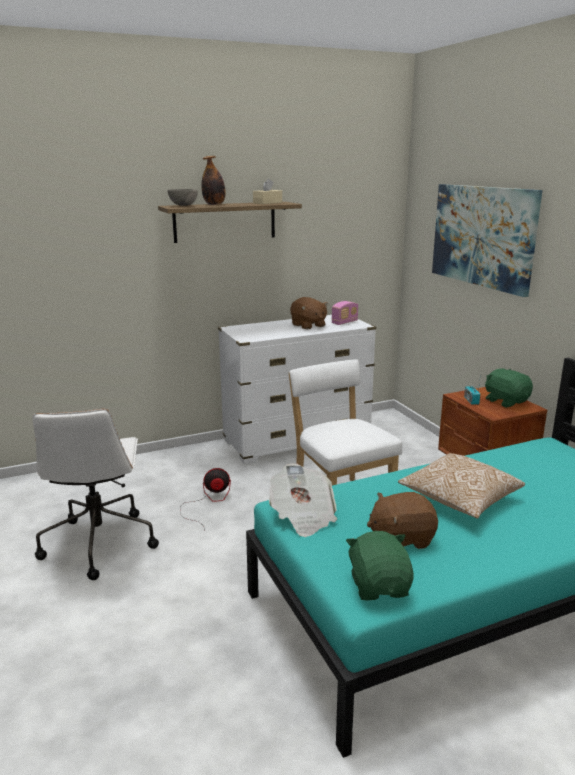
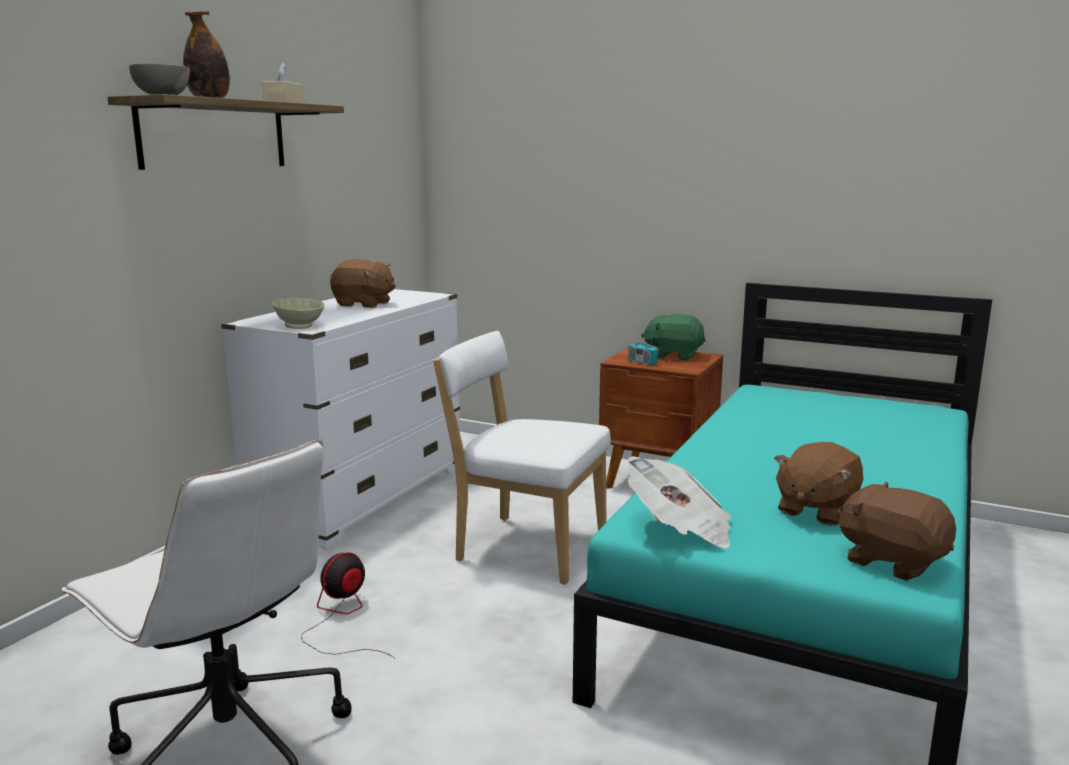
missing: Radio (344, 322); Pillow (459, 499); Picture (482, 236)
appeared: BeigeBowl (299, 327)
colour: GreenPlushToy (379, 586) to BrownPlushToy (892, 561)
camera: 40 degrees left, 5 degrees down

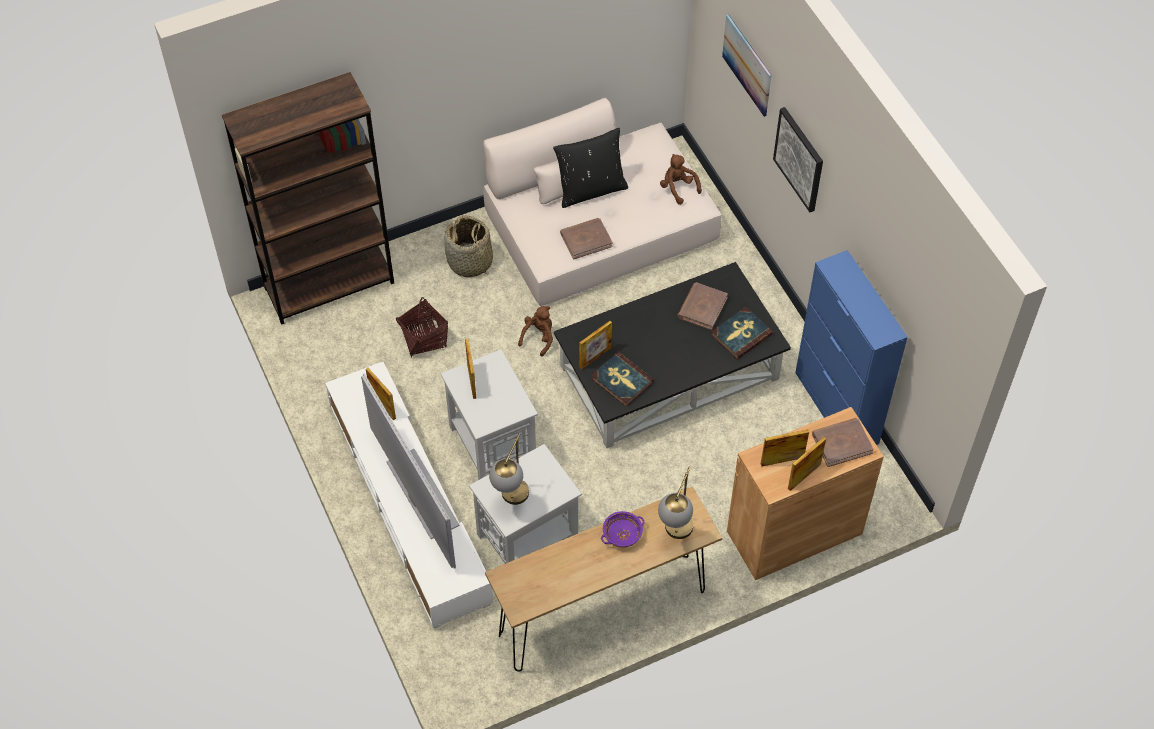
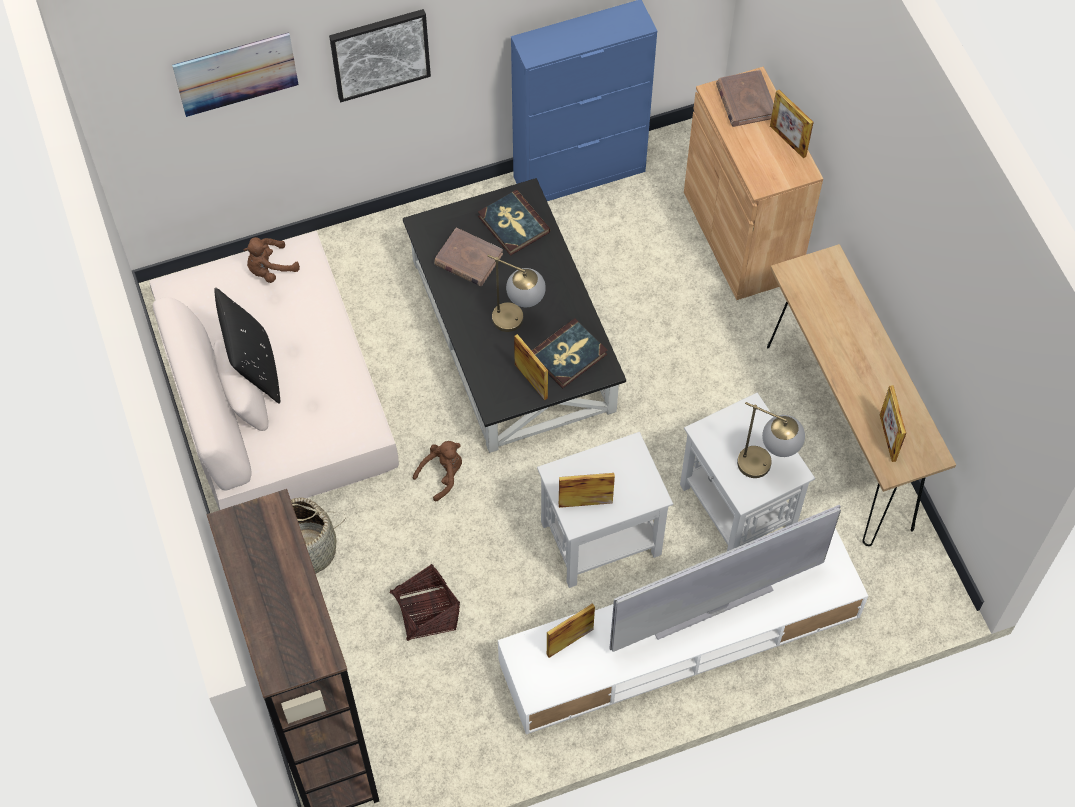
missing: BrownBook (586, 240); PurpleBowl (622, 534)
relocated: TableLamp (675, 535) to (518, 322); PictureFrame (782, 460) to (887, 438)
spun: BrownPlushToy (539, 337) = (442, 474) 105 degrees clockwise
camera: 85 degrees left, 5 degrees up

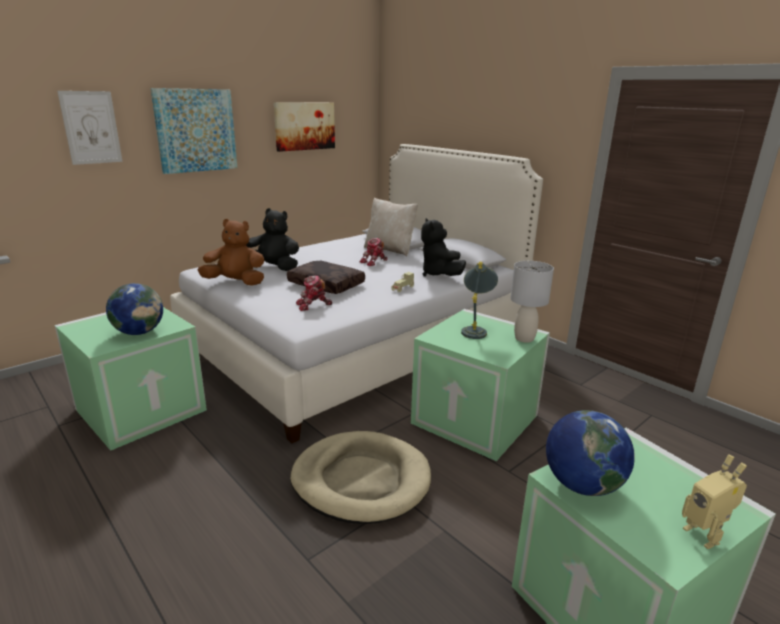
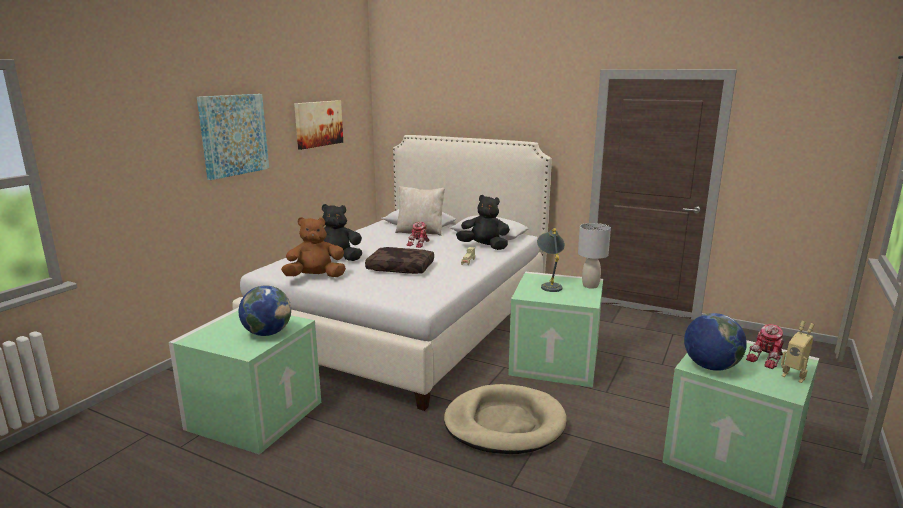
missing: Picture (91, 127)
relocated: ToyRobot (313, 305) to (767, 359)
spun: BlackPlushToy (439, 274) = (484, 247) 150 degrees clockwise
camera: 20 degrees left, 5 degrees down

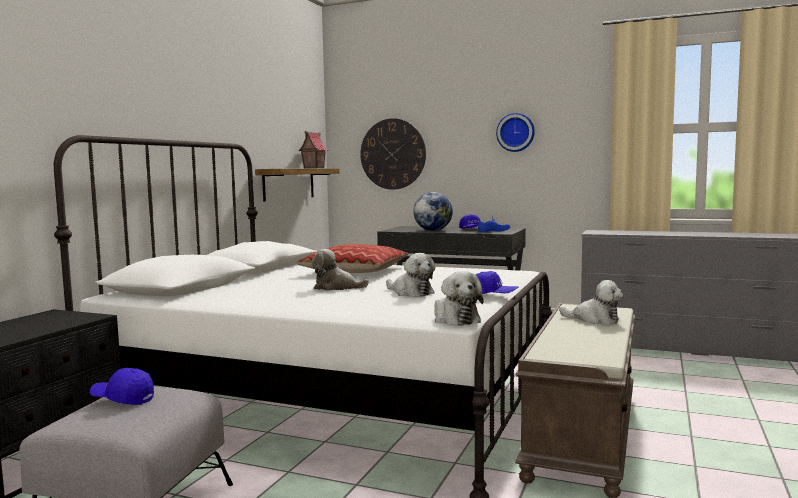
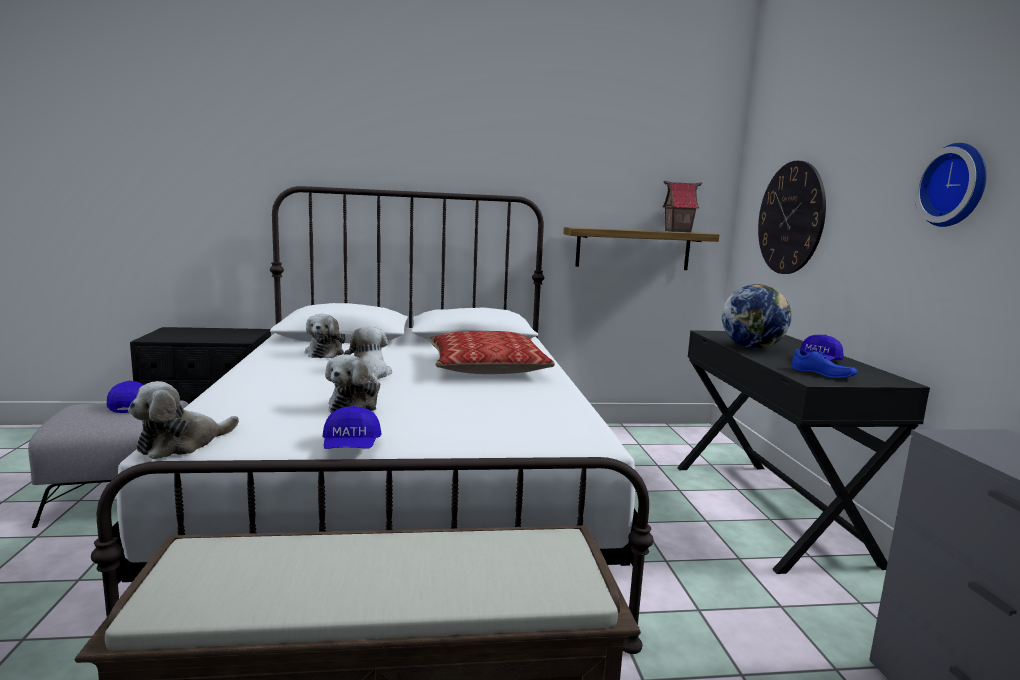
relocated: PlushToy (594, 319) to (325, 353)
camera: 60 degrees right, 5 degrees up

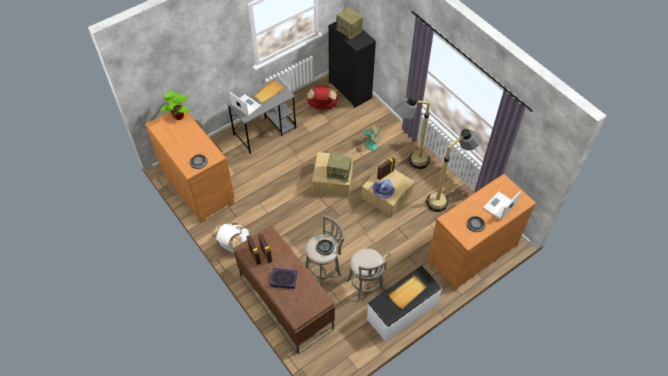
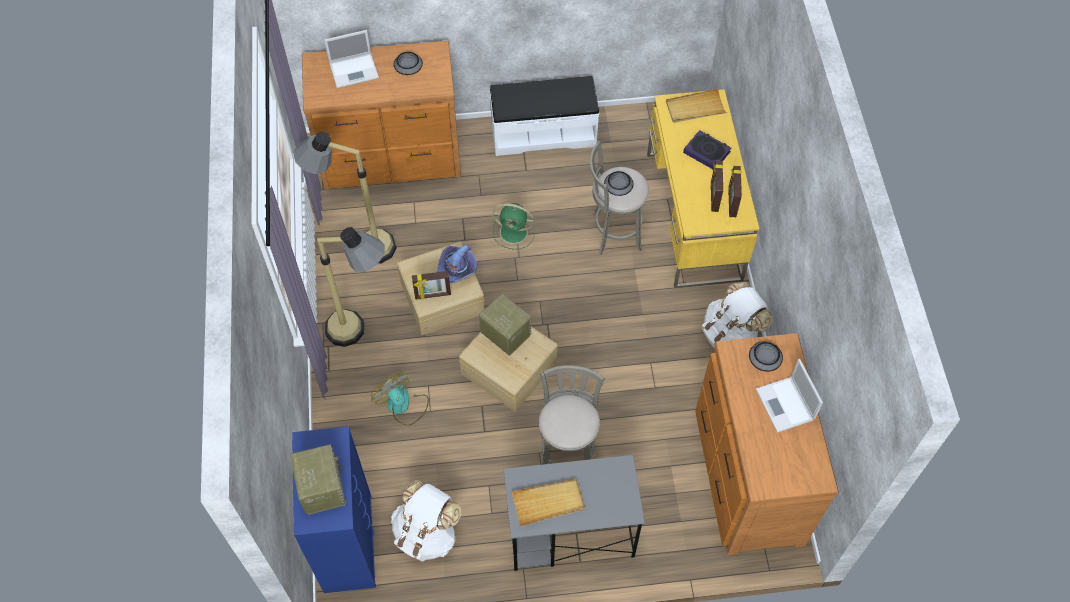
missing: PottedPlant (179, 116)
appeared: GreenFan (515, 232)
relocated: Laptop (245, 105) to (785, 405); GreyStool (366, 287) to (567, 452); BeigeTray (408, 292) to (695, 108)
colour: BrownDesk (286, 302) to YellowDesk (693, 216); RedBackpack (322, 106) to WhiteBackpack (427, 533); BlackDresser (350, 90) to BlueDresser (348, 542)
camera: 150 degrees left, 5 degrees up

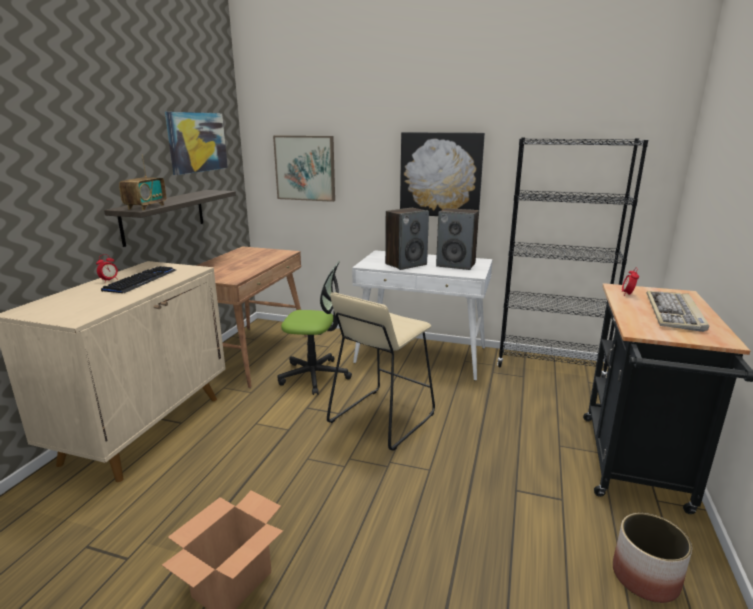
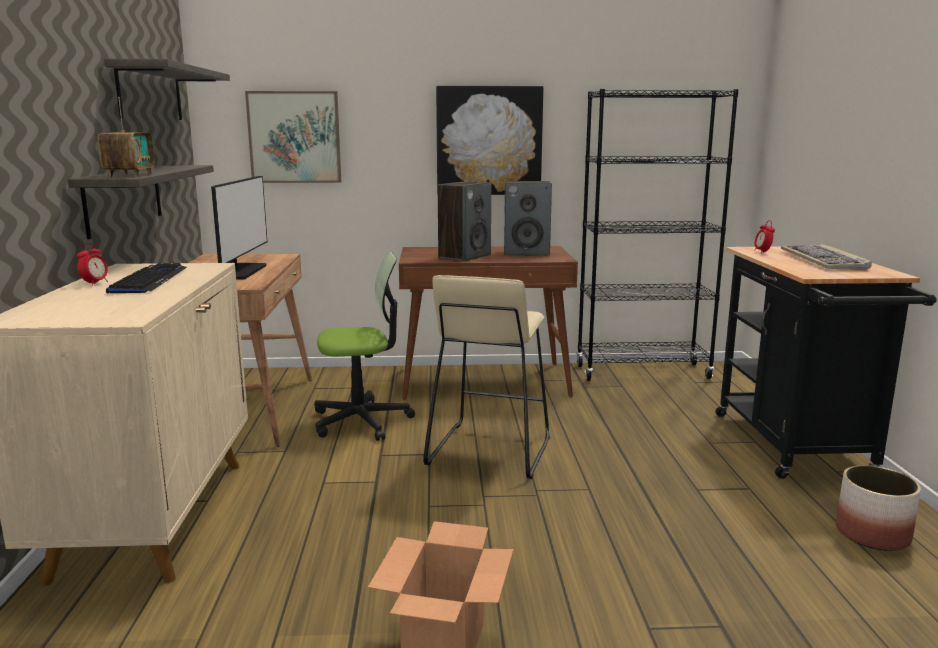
appeared: Monitor (239, 272)
exchanged: Picture (197, 142) to Shelf (150, 93)
colour: WhiteDesk (421, 355) to BrownDesk (485, 381)
camera: 20 degrees left, 5 degrees down

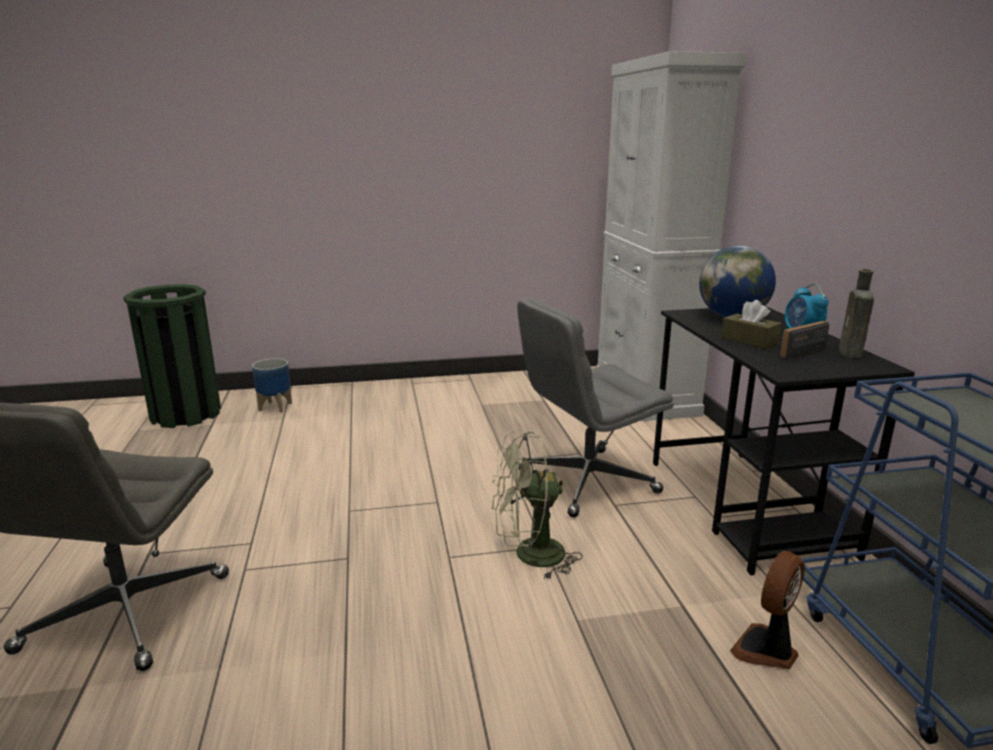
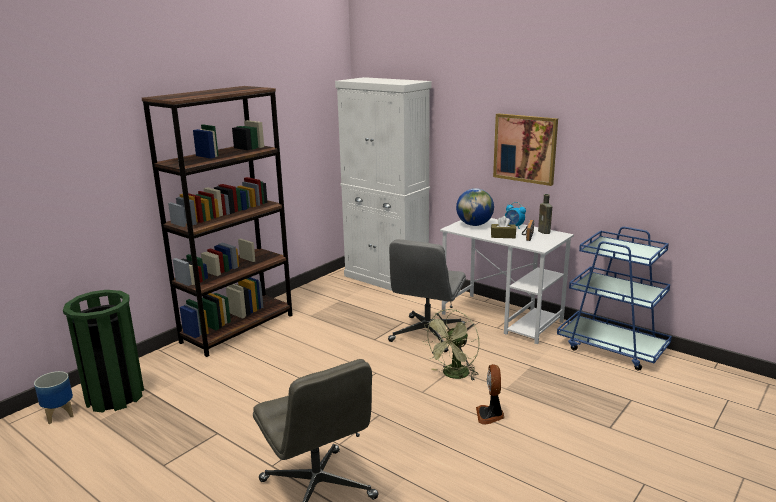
appeared: BrownBookcase (238, 328); Picture (525, 148)
relocated: Planter (275, 406) to (59, 414); Fan (766, 650) to (490, 415)
colour: BlackDesk (746, 507) to WhiteDesk (502, 318)
camera: 40 degrees left, 0 degrees up

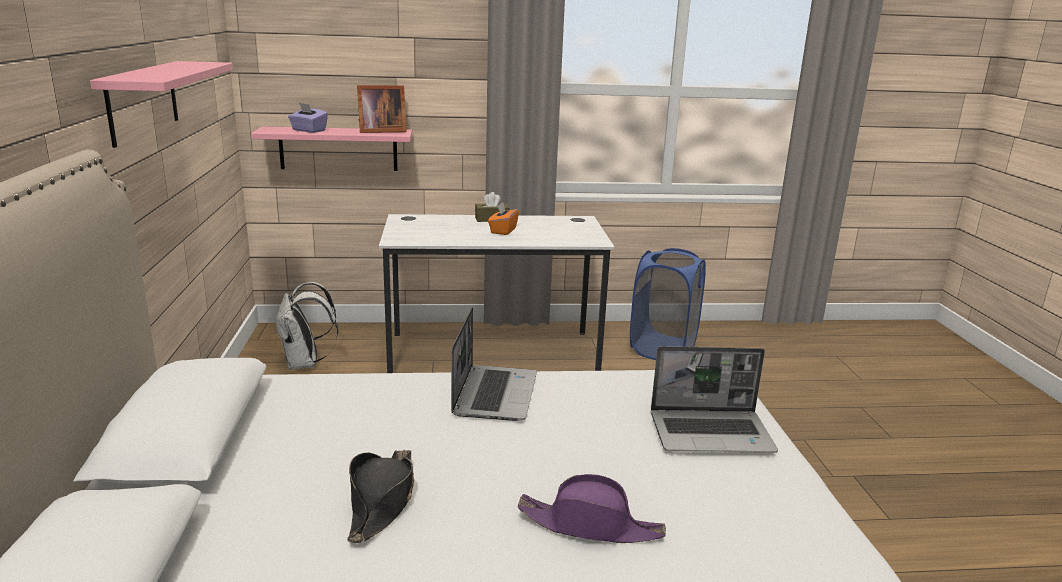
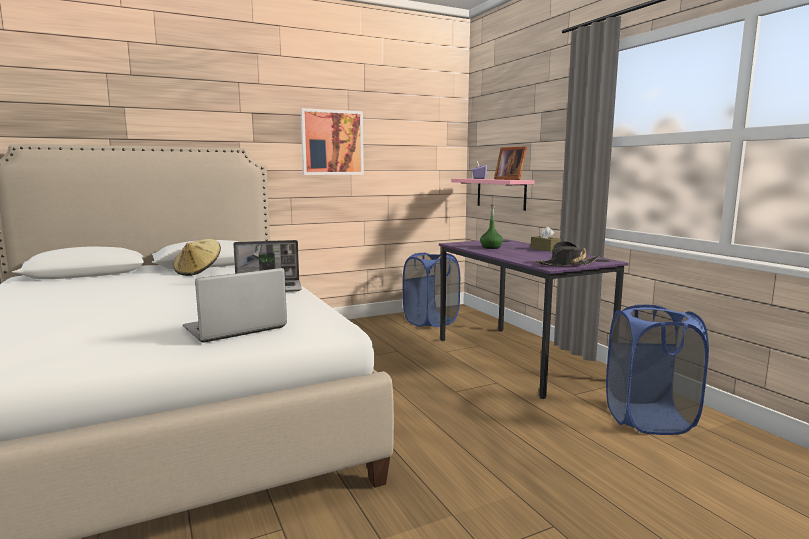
missing: OrangeTissueBox (503, 231); PurpleHat (591, 525)
appeared: BeigeHat (198, 272); GreenBottle (491, 247)
relocated: BlackHat (382, 502) to (567, 264)
exchanged: PinkShelf (143, 101) to Picture (332, 142); WhiteBackpack (305, 363) to BlueLaundryBasket (431, 321)
colour: WhiteDesk (493, 353) to PurpleDesk (518, 358)
spun: Laptop (712, 433) = (234, 328) 75 degrees clockwise
camera: 70 degrees right, 10 degrees down

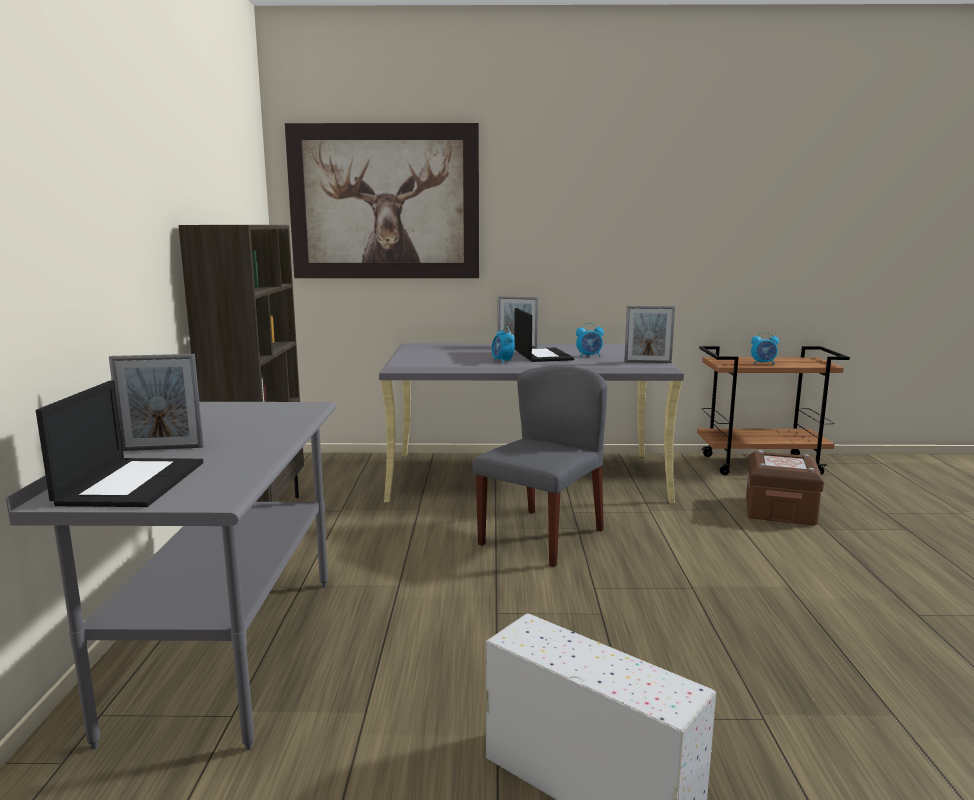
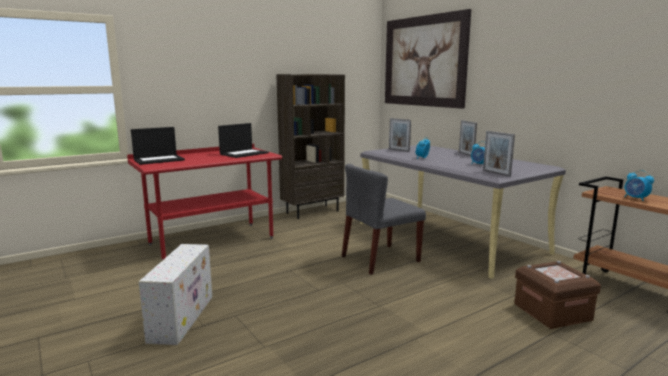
relocated: PictureFrame (162, 448) to (399, 150); Laptop (542, 355) to (244, 153)
colour: GreyDesk (228, 652) to RedDesk (212, 241)
spun: GreyChair (542, 536) = (380, 259) 150 degrees clockwise
camera: 55 degrees right, 0 degrees up

